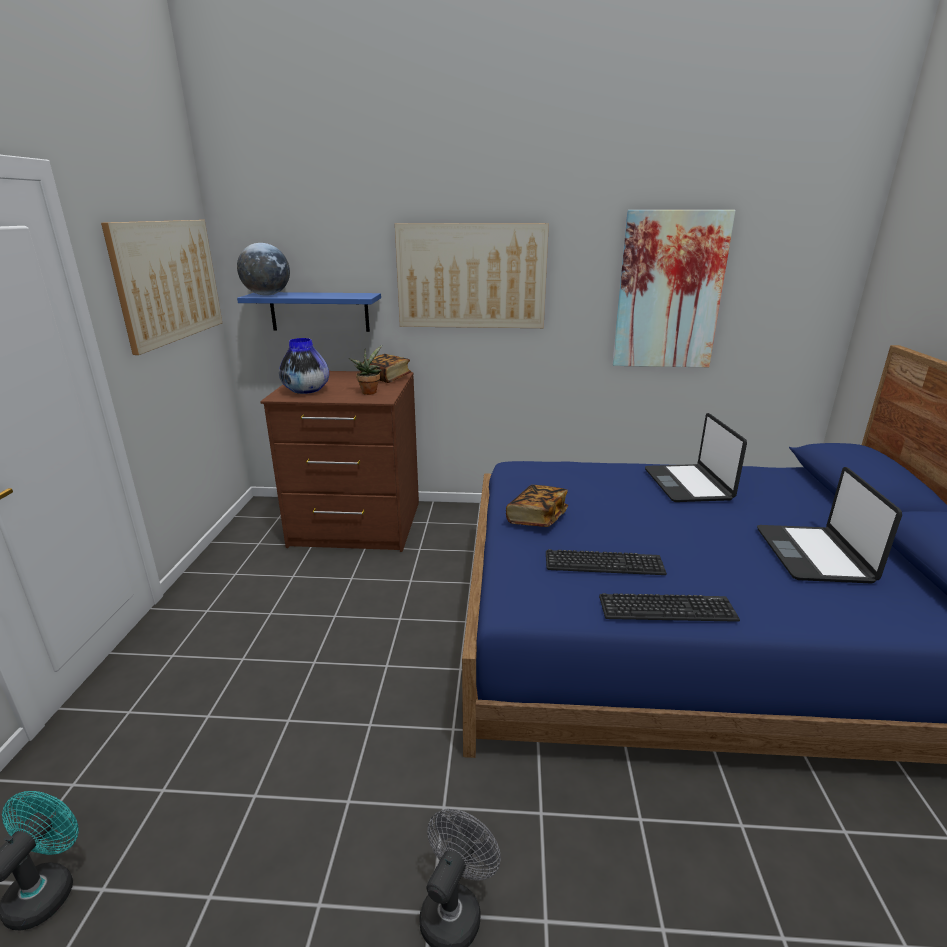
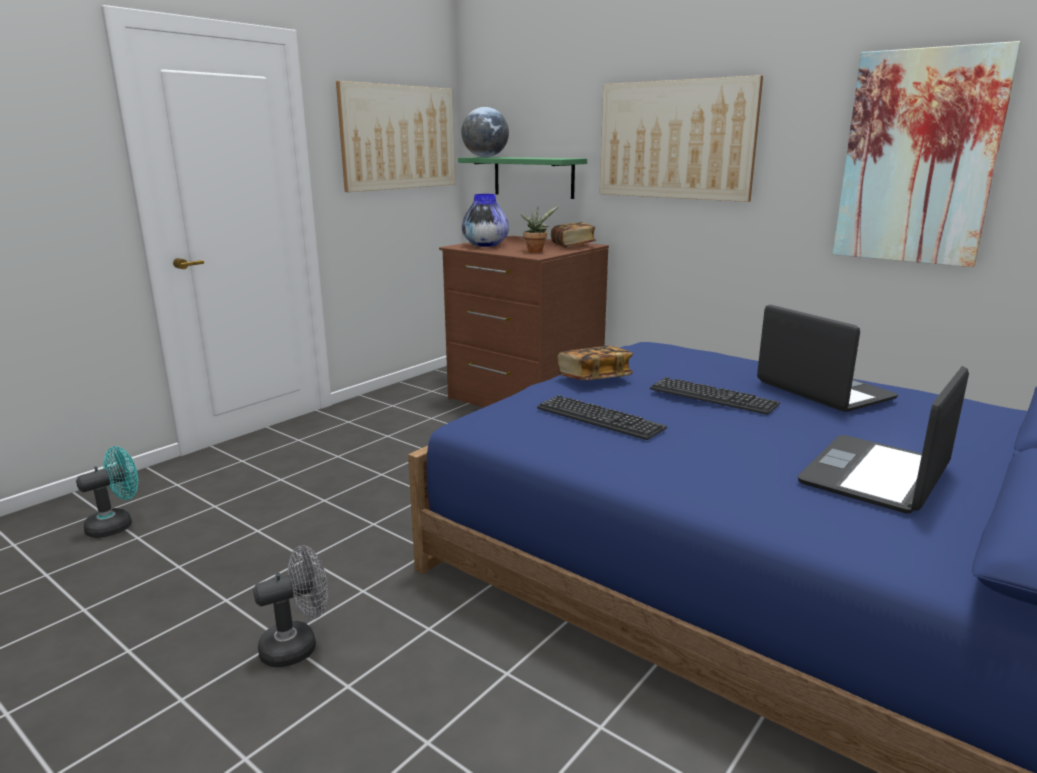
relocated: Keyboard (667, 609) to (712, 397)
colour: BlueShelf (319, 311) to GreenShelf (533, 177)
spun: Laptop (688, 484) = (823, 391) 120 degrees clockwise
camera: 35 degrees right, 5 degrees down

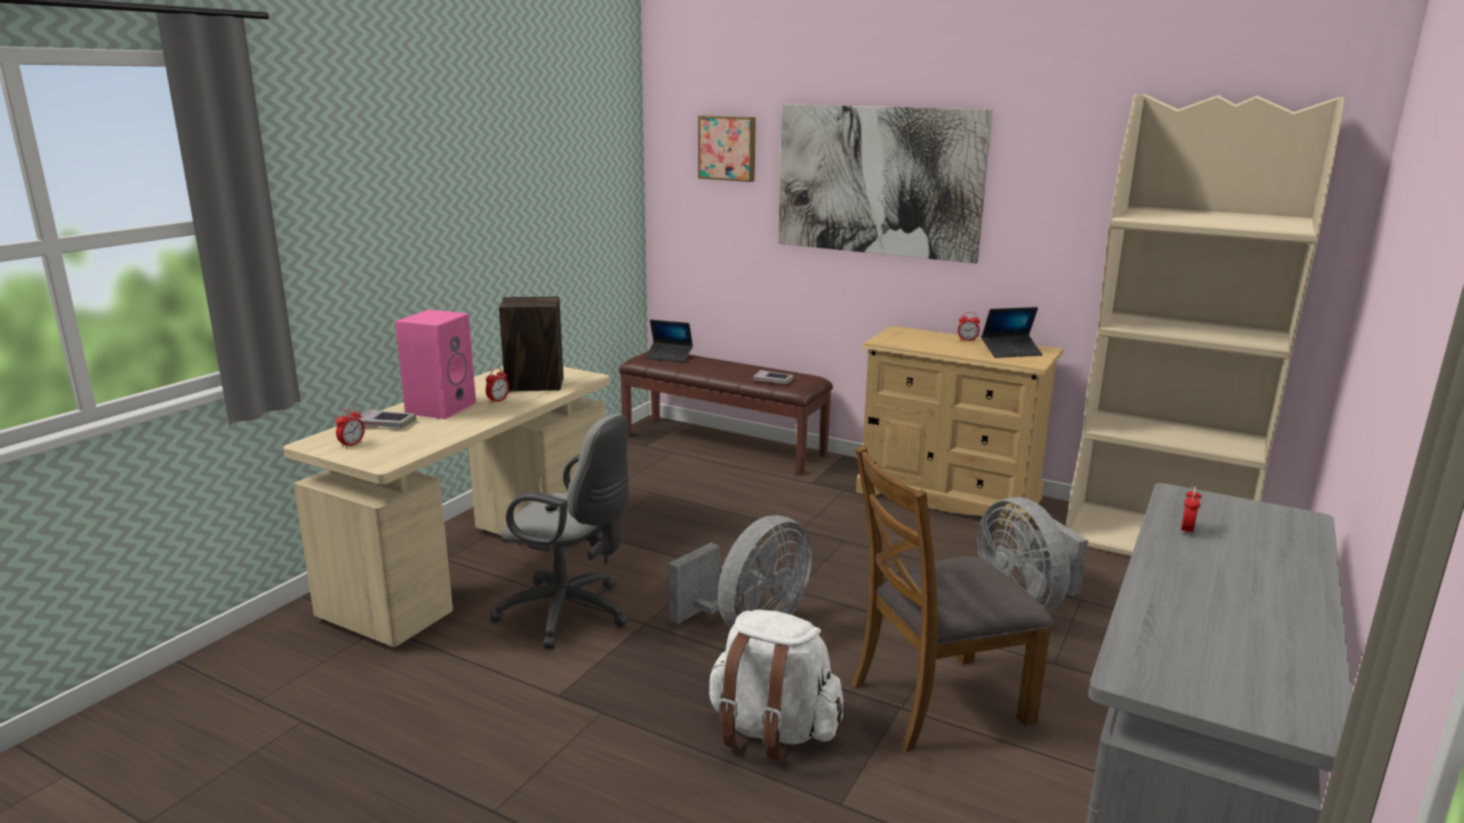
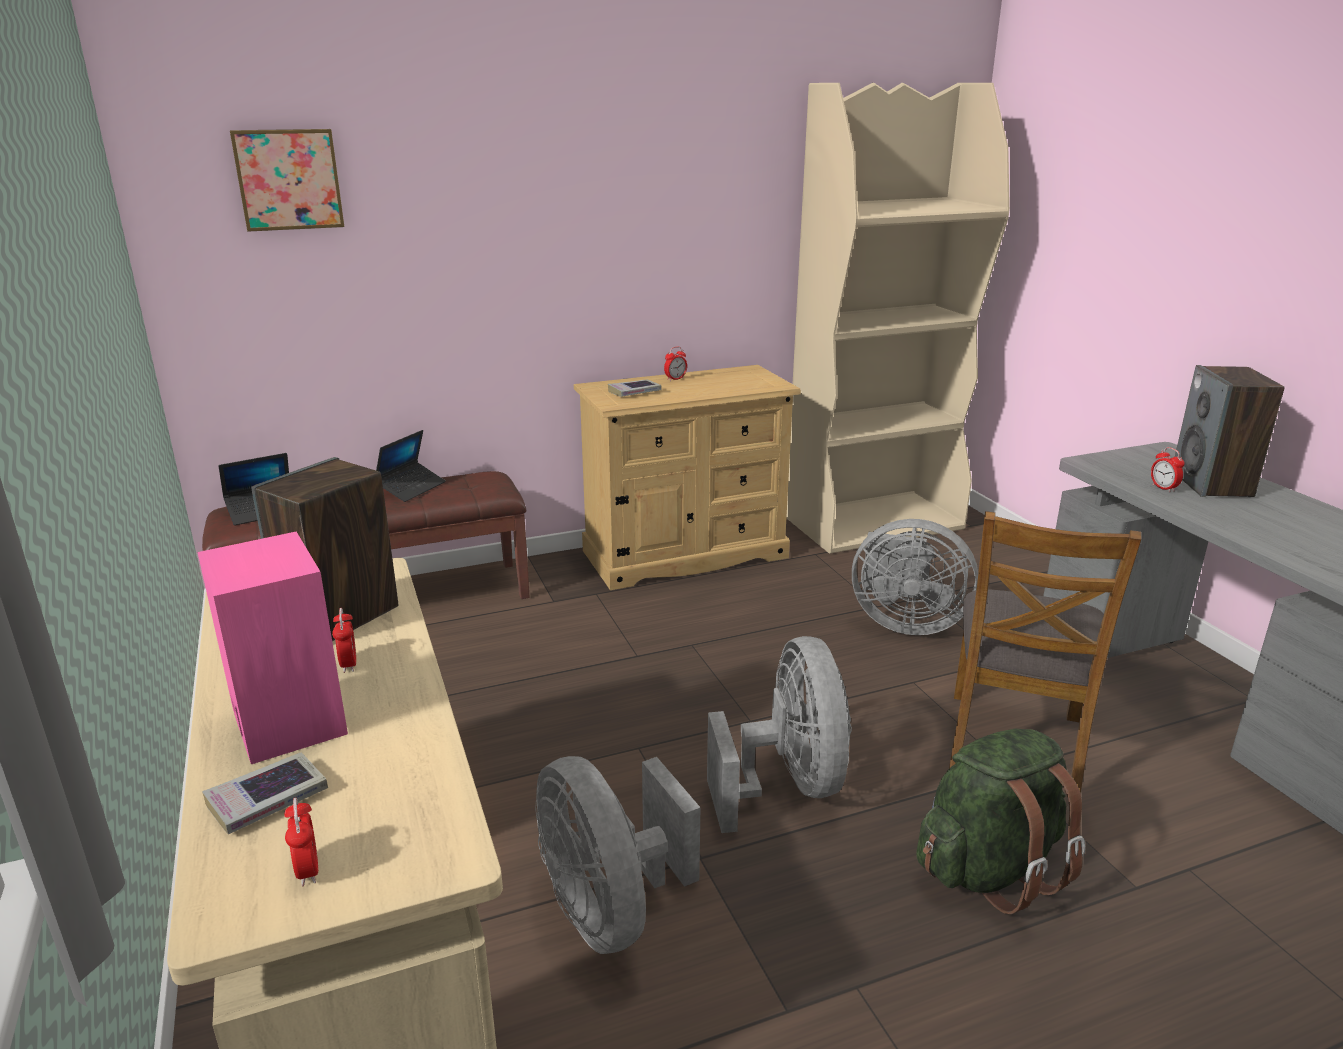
missing: Picture (878, 181)
appeared: Speaker (1212, 484)
relocated: Book (773, 381) to (634, 392); Laptop (1011, 352) to (411, 488)
exchanged: GreyOfficeChair (570, 614) to GreyFan (610, 909)
colour: WhiteBackpack (771, 731) to GreenBackpack (990, 869)
camera: 50 degrees left, 5 degrees up

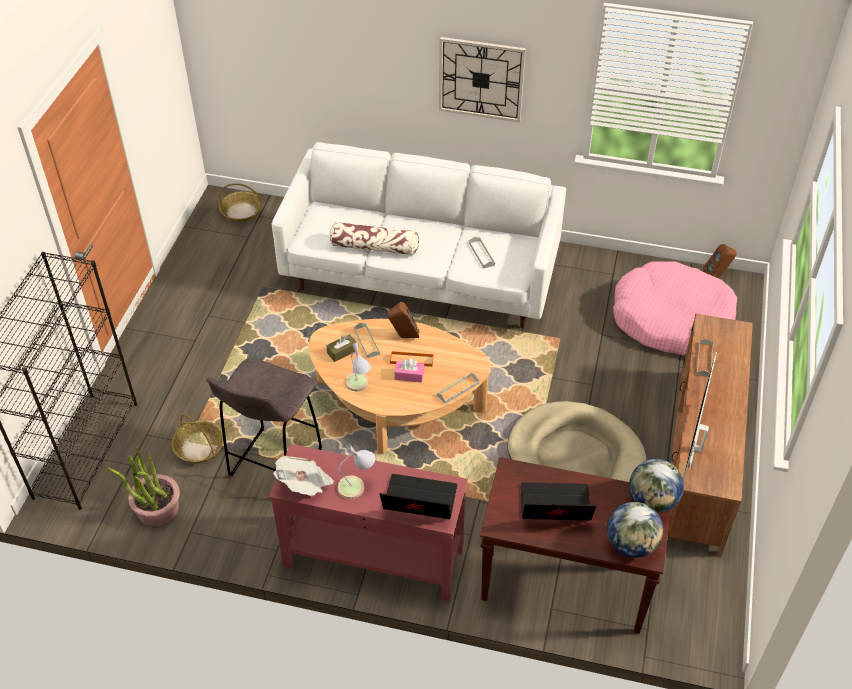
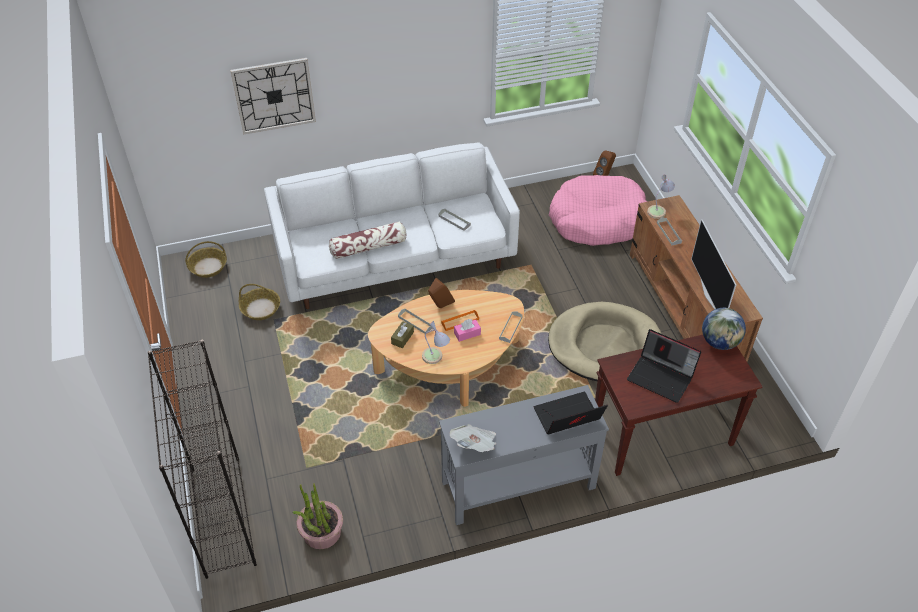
missing: GreyStool (274, 465); Globe (631, 544)
relocated: Basket (199, 447) to (260, 308); TableLamp (357, 486) to (659, 210); WallClock (481, 79) to (274, 95)
colour: RedConsoleTable (372, 557) to GreyConsoleTable (517, 485)
spun: Laptop (554, 508) = (661, 377) 120 degrees counterclockwise
camera: 30 degrees left, 0 degrees up

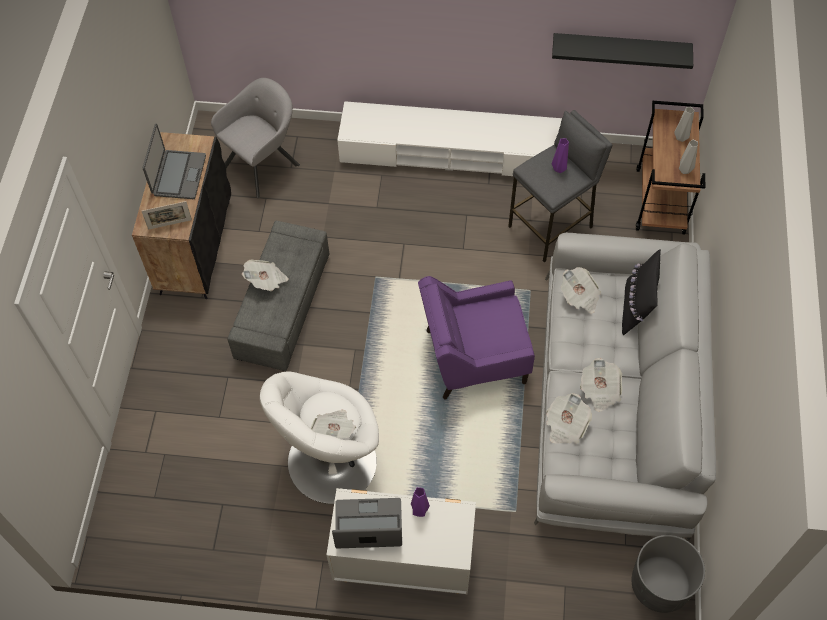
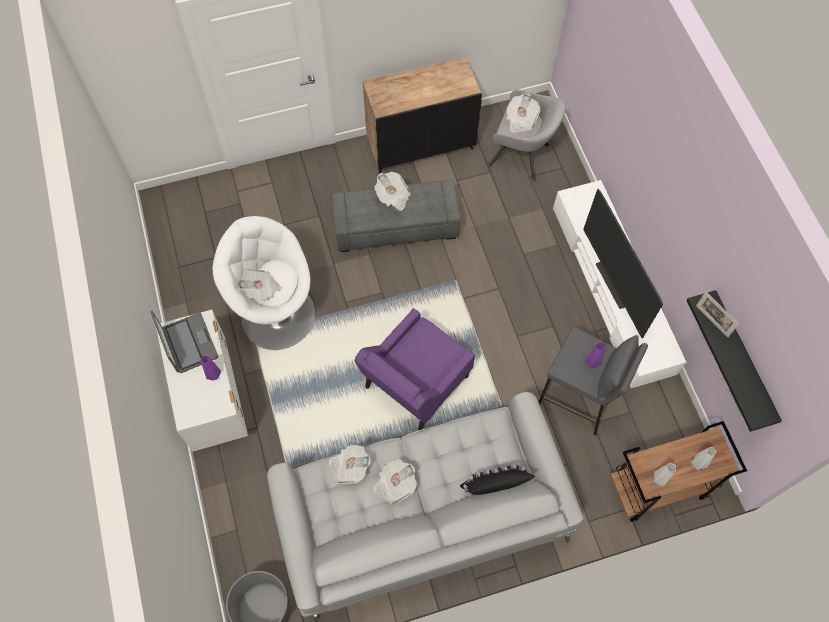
missing: Laptop (178, 175)
appeared: Television (612, 284)
relocated: PictureFrame (170, 224) to (711, 321); Newspaper (579, 296) to (521, 120)
spun: PurpleArmchair (473, 356) = (415, 383) 105 degrees counterclockwise
camera: 65 degrees right, 5 degrees up

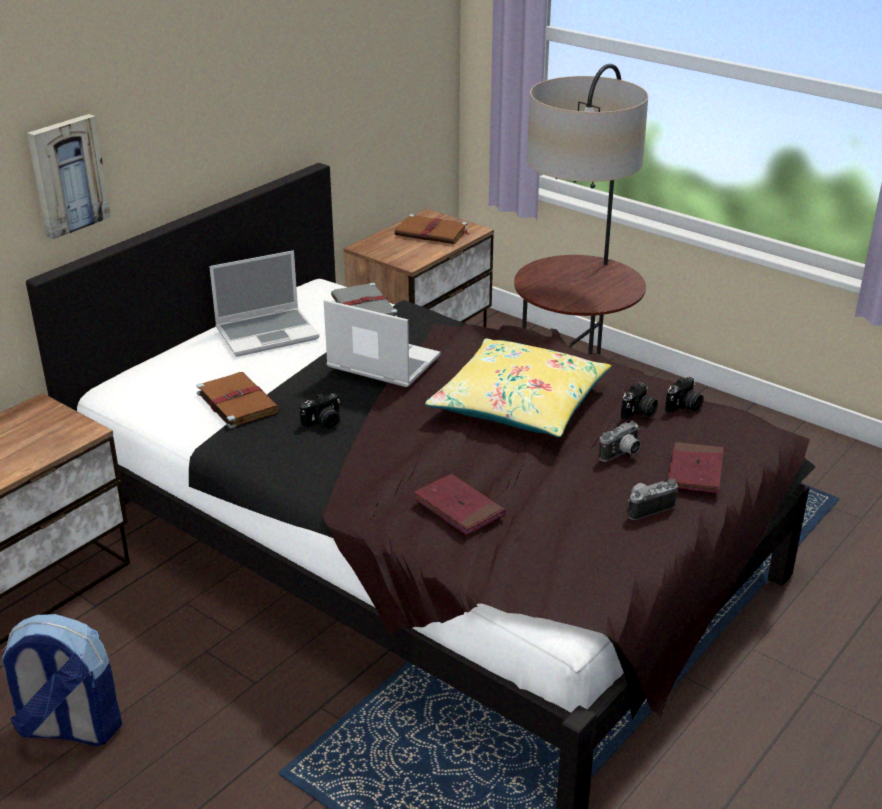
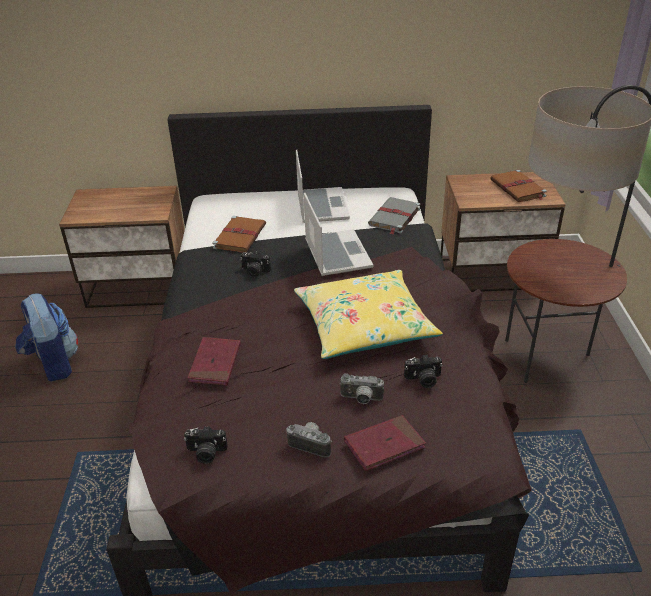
missing: Picture (67, 175)
relocated: PhotoCamera (684, 407) to (206, 453)
spun: Laptop (268, 333) = (321, 206) 120 degrees counterclockwise
camera: 50 degrees right, 5 degrees up

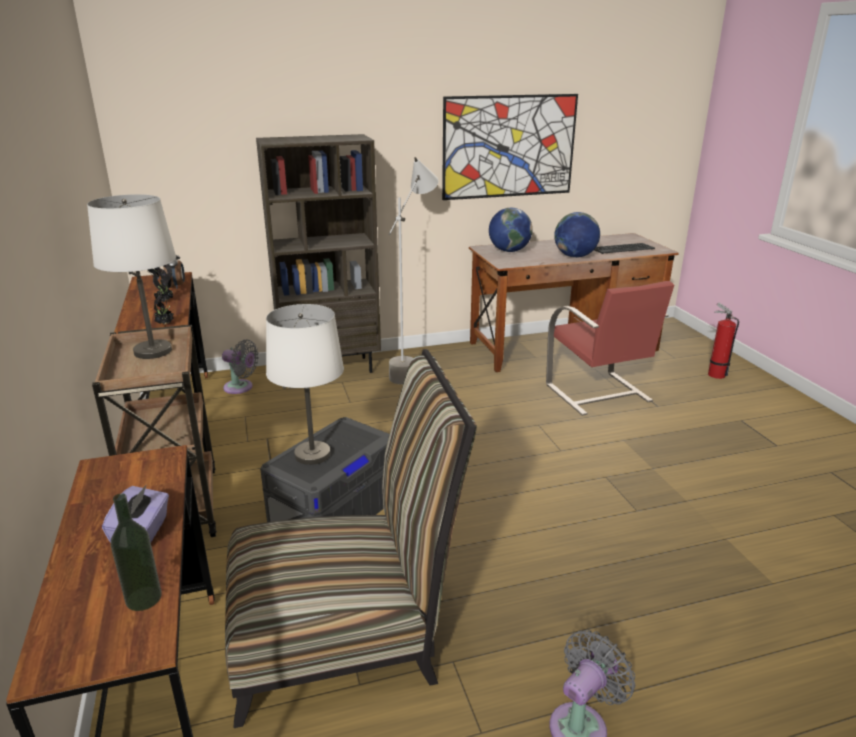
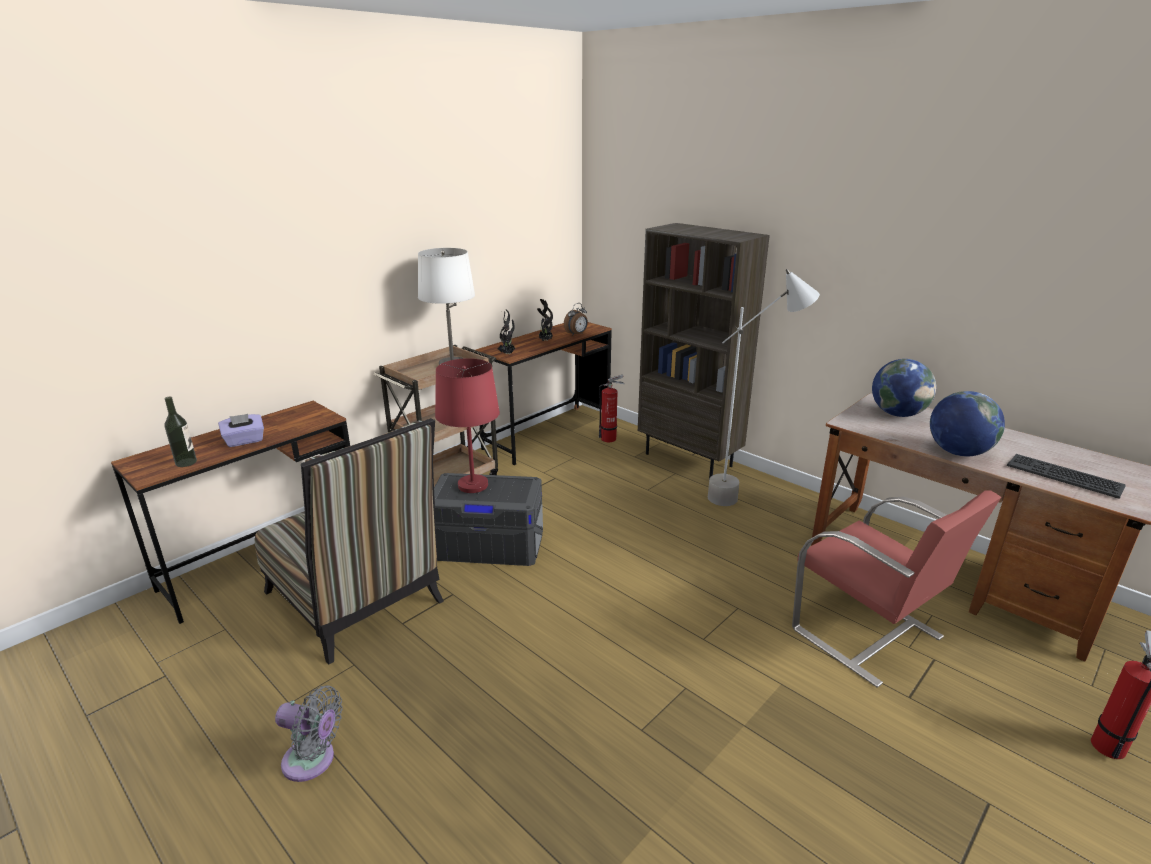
missing: Picture (509, 147)
exchanged: GreyFan (241, 388) to FireExtinguisher (610, 438)
colour: WhiteTableLamp (312, 454) to RedTableLamp (473, 485)
spun: RedChair (598, 394) = (868, 635) 75 degrees counterclockwise
camera: 60 degrees right, 0 degrees up

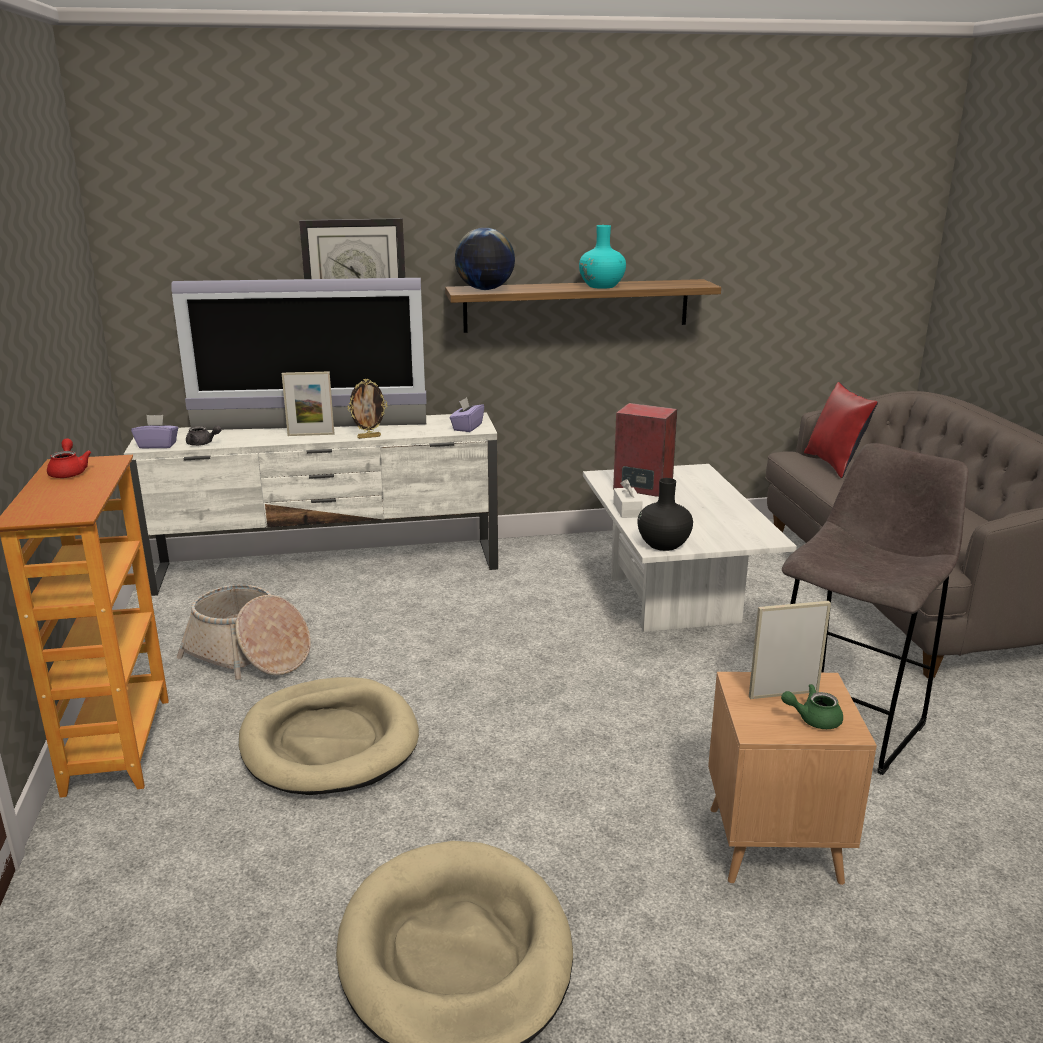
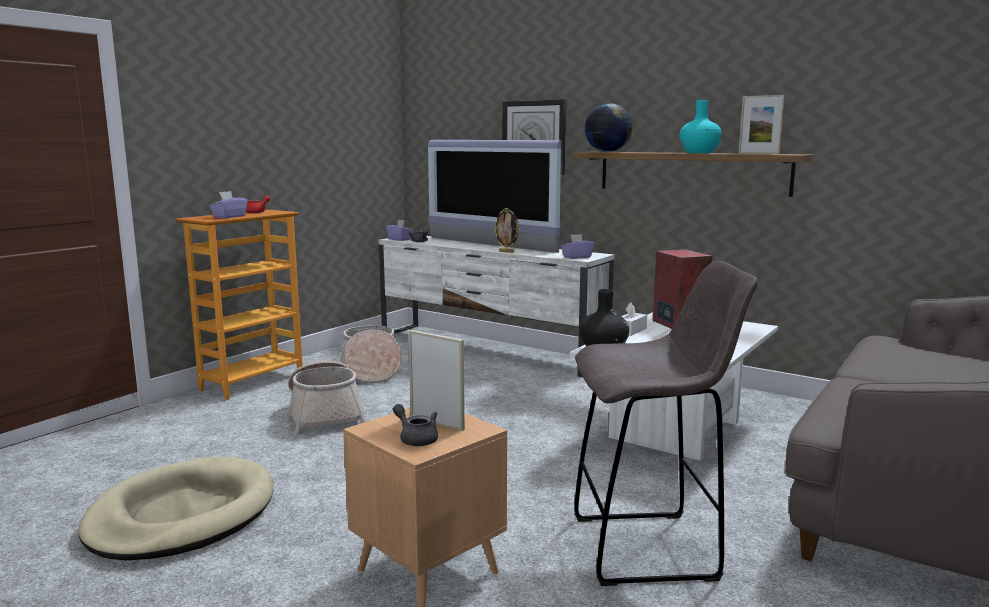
missing: RedPillow (835, 465)
appeared: PurpleTissueBox (229, 217)
relocated: PictureFrame (311, 434) to (758, 153)
exchanged: BeigeDogBed (329, 741) to Basket (325, 414)
colour: GreenTeapot (813, 719) to GreyTeapot (416, 439)
camera: 45 degrees right, 10 degrees down

